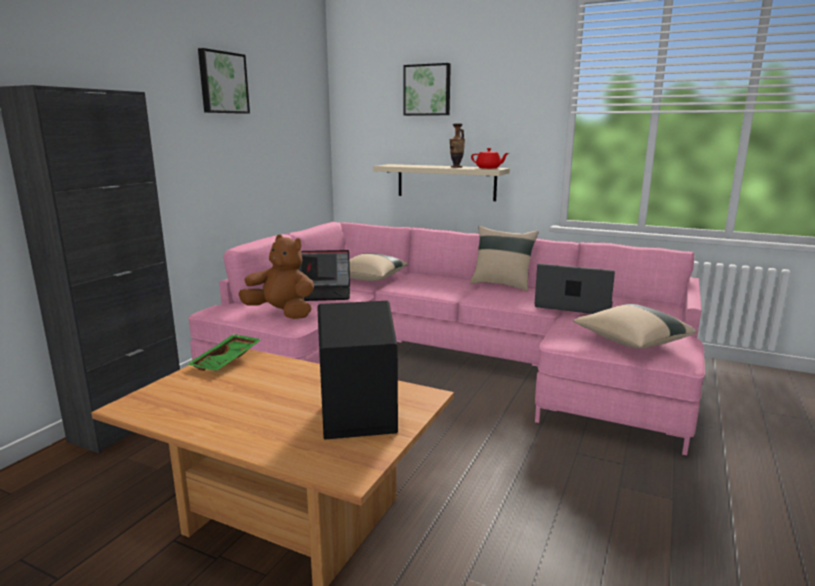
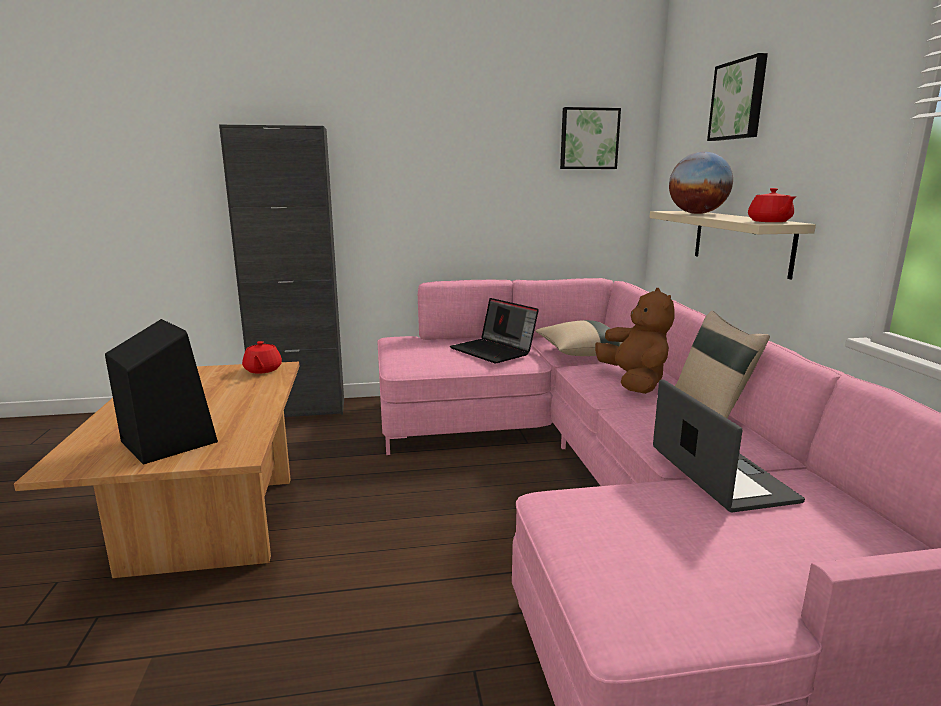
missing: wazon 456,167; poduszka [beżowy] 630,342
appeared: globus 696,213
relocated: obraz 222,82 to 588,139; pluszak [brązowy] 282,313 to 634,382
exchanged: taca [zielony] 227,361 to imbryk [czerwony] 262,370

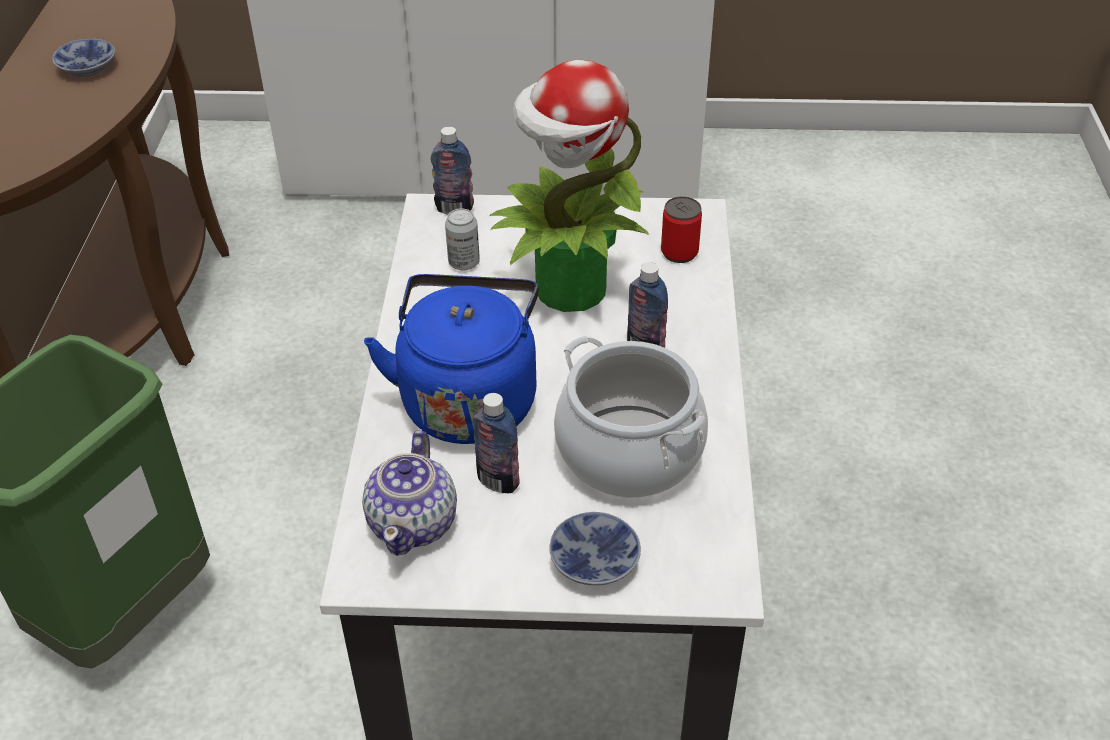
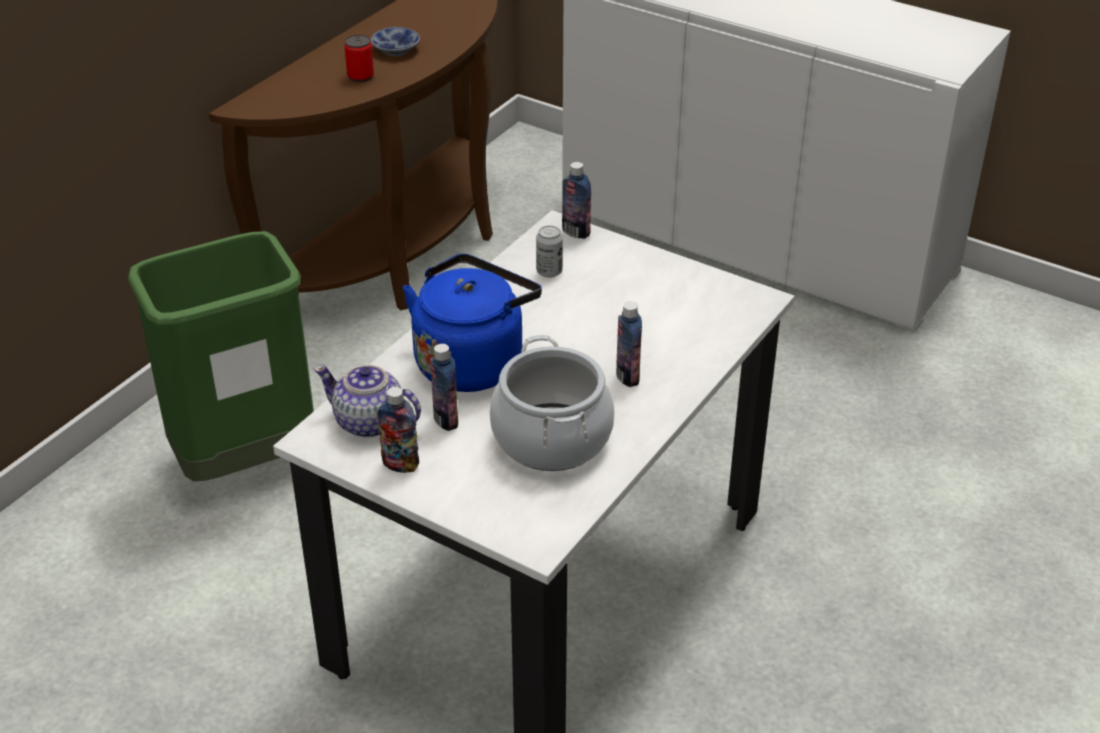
missing: roślina doniczkowa 568,290; miska 596,563
appeared: butelka 400,464
relocated: puszka 679,252 to 360,76
spun: imbryk 414,523 = 370,423 75 degrees clockwise

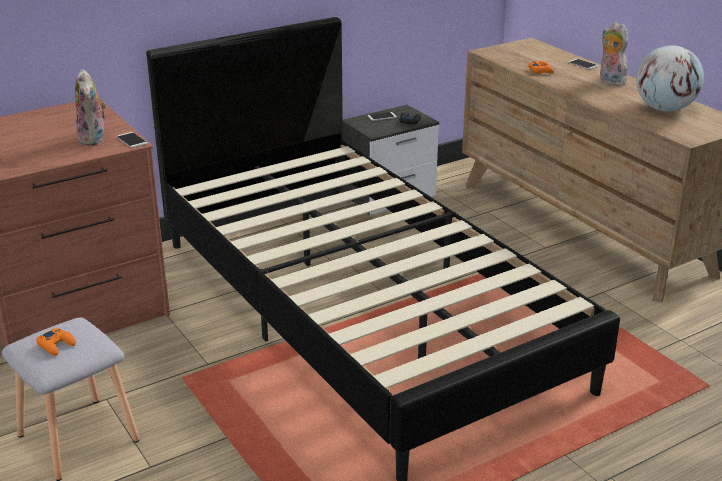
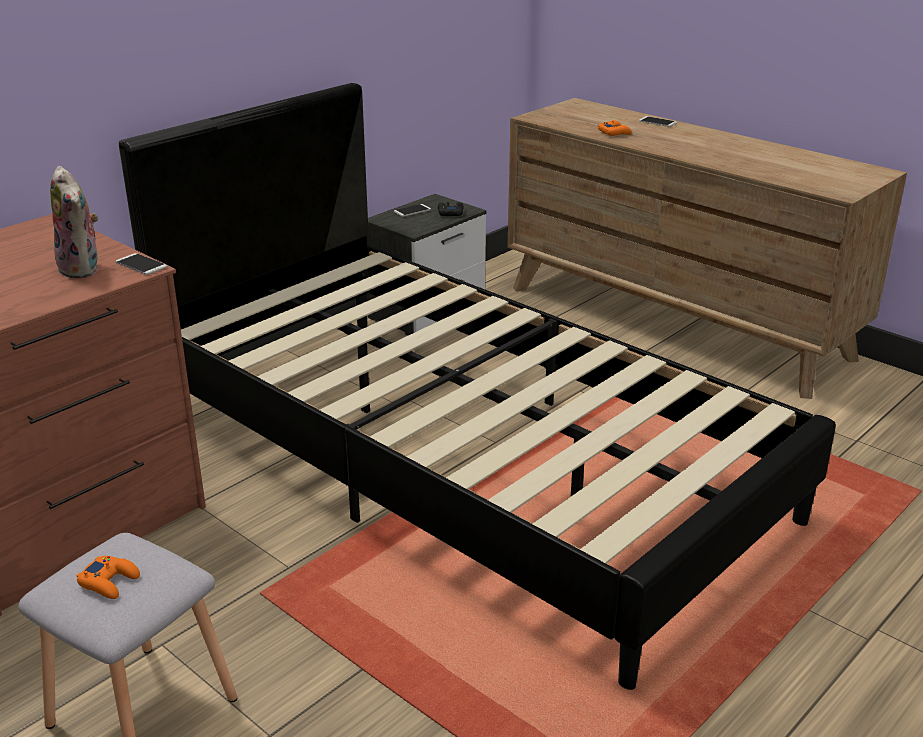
missing: pluszak 609,81; globus 664,109

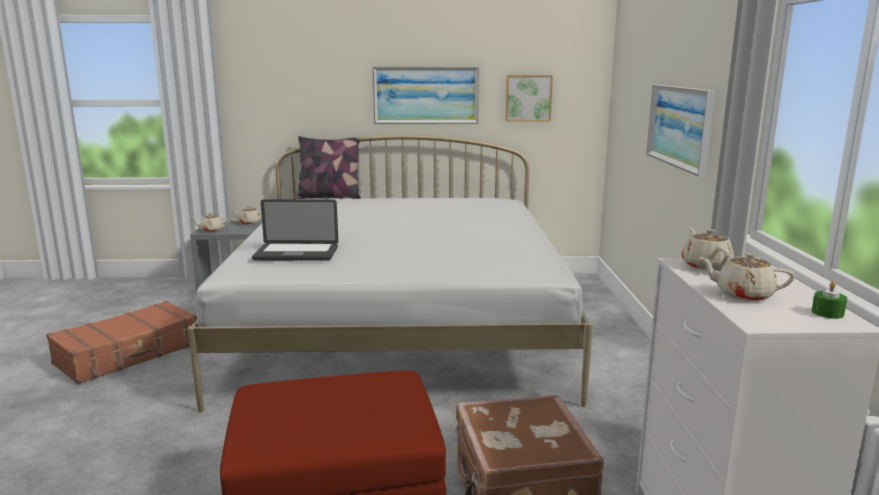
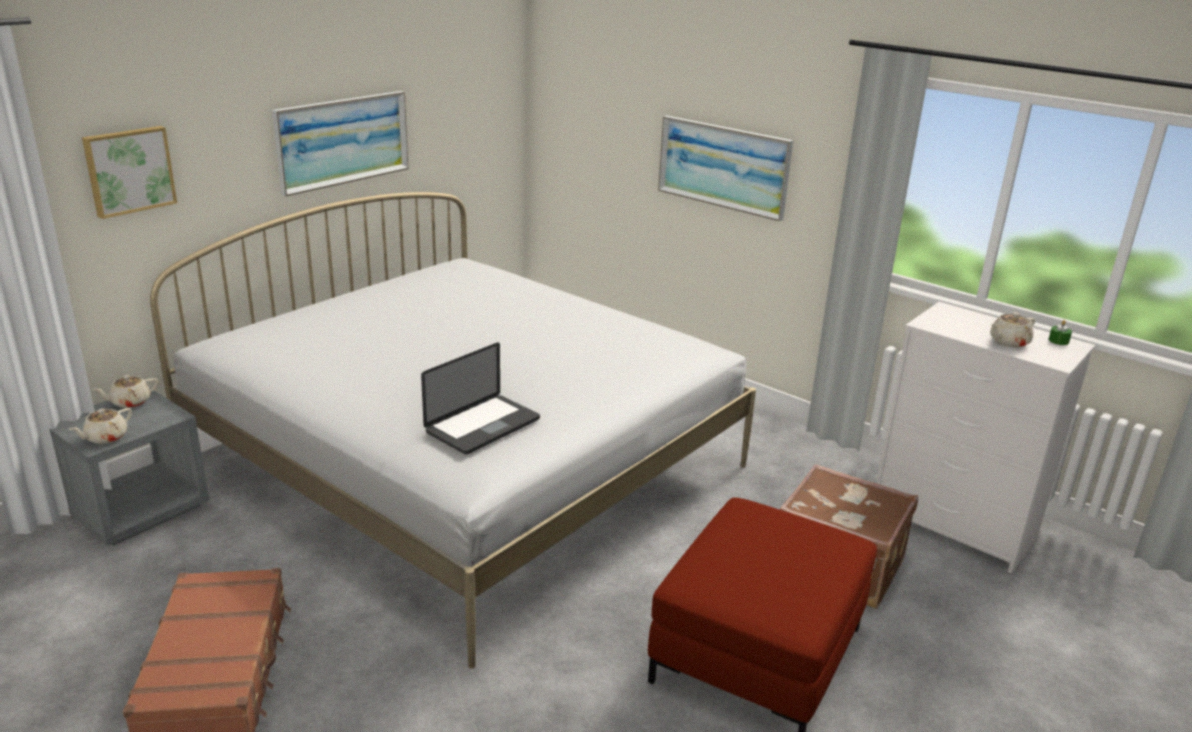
missing: poduszka 329,197; imbryk [beżowy] 705,265
relocated: obraz 528,98 to 129,170

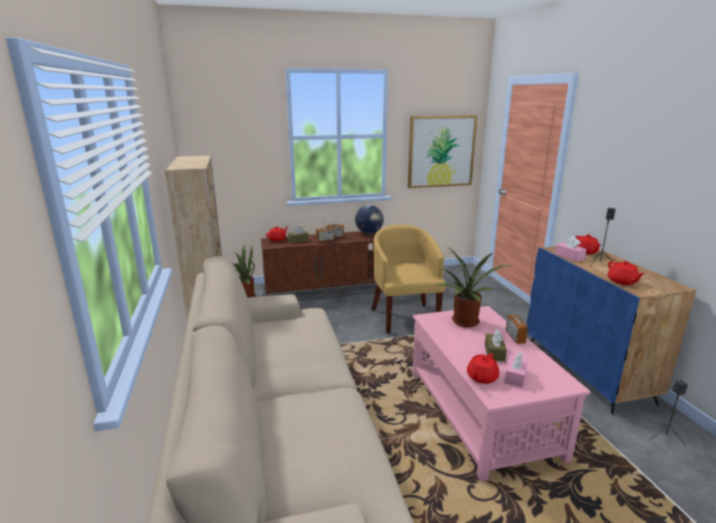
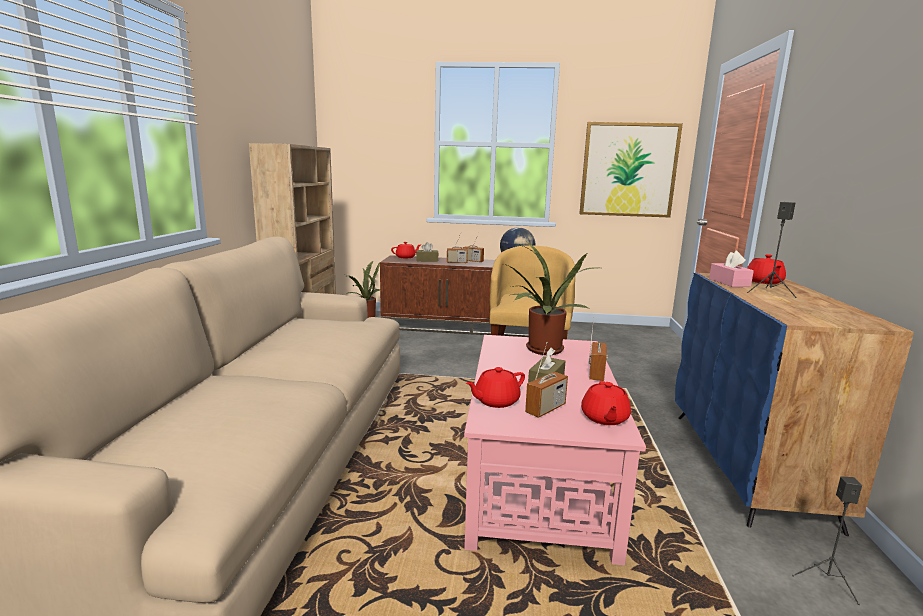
relocated: imbryk [czerwony] 622,281 to 604,418
exchanged: pudełko chusteczek [różowy] 515,376 to radio 545,409

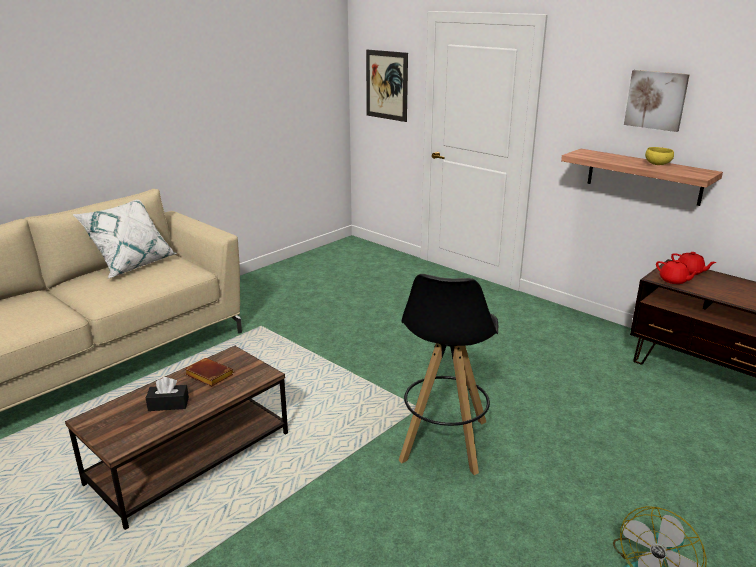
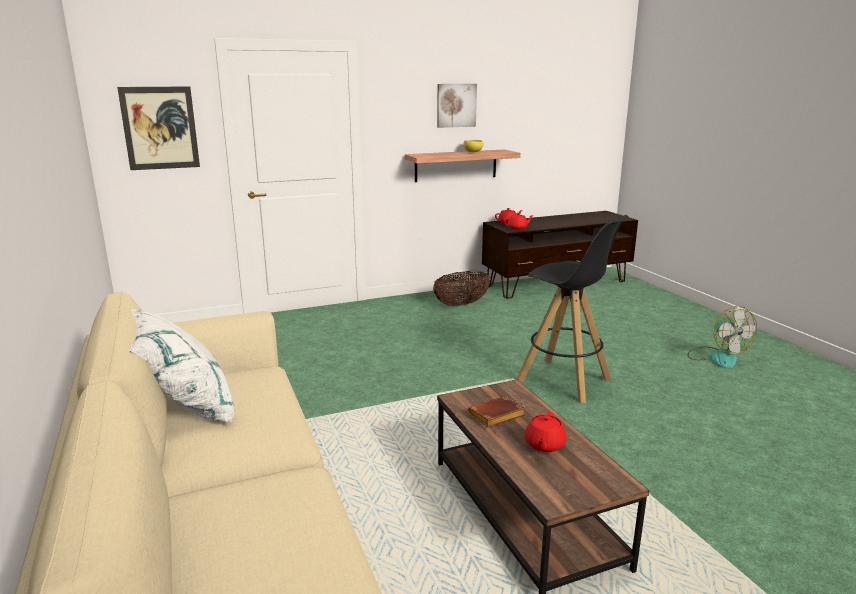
appeared: koszyk 461,304
exchanged: pudełko chusteczek [czarny] 168,404 to imbryk [czerwony] 544,445

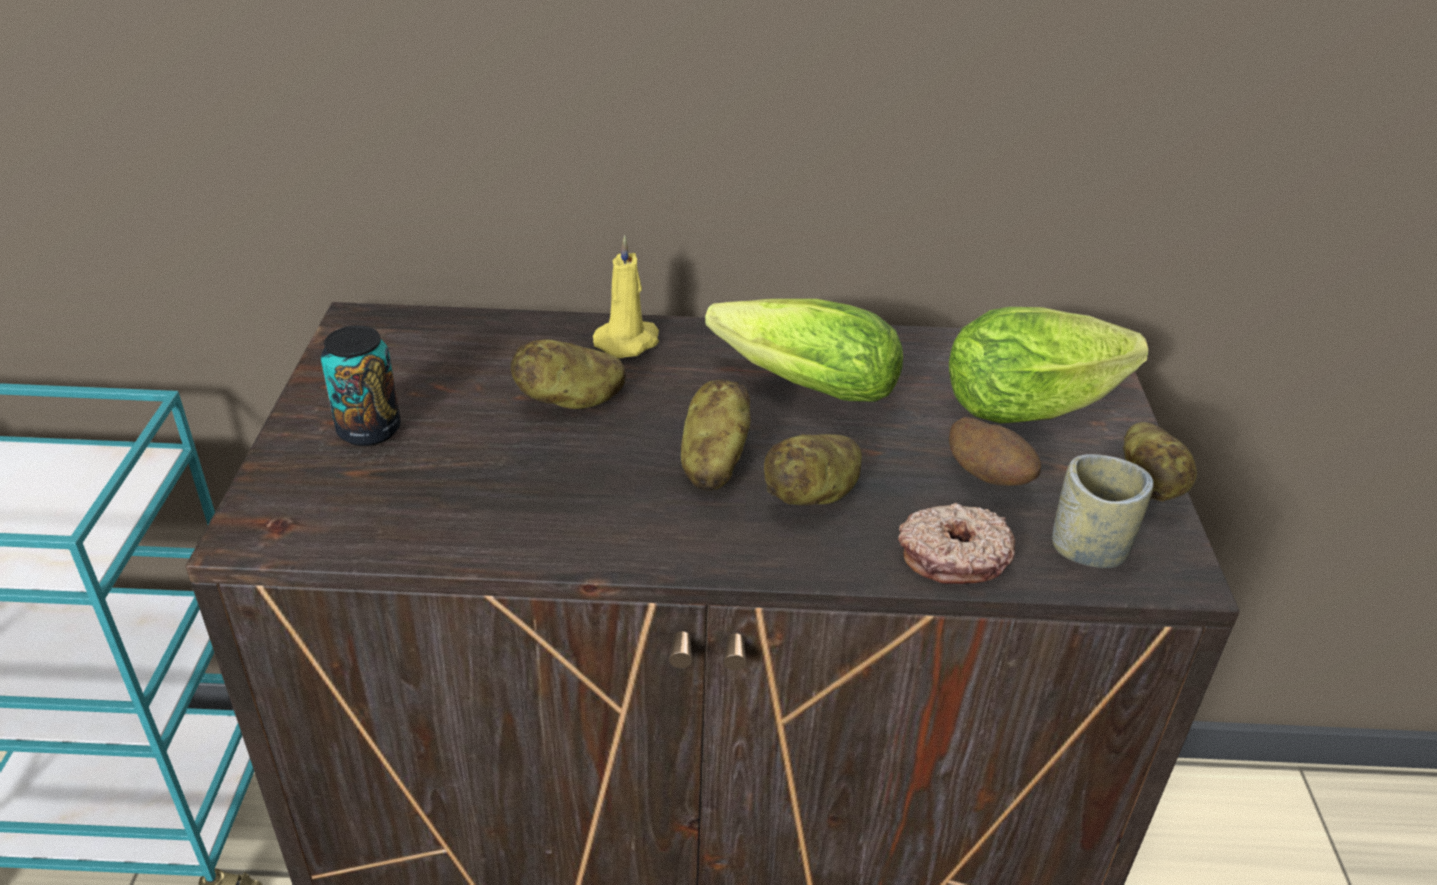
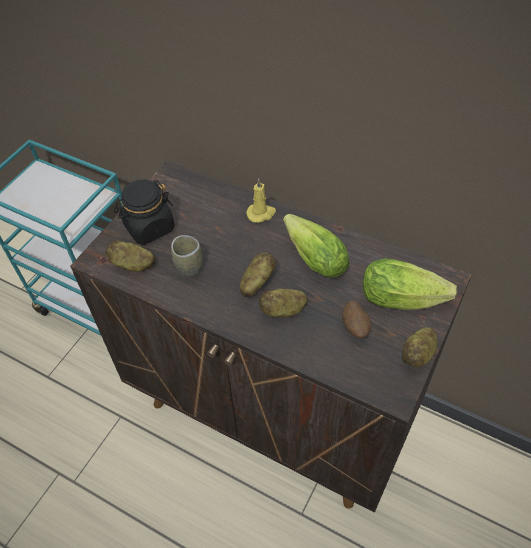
missing: donut 953,555
relocated: ziemniak 570,400 to 132,265; filiżanka 1088,549 to 189,267
exchanged: puszka 369,430 to słoik [czarny] 149,227

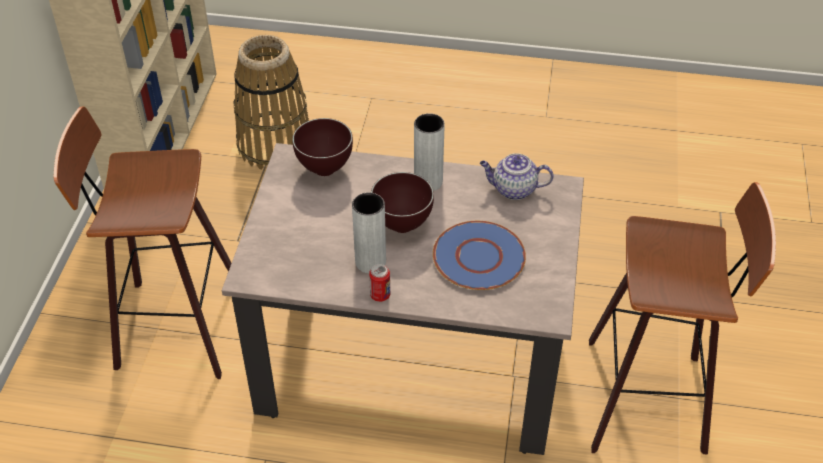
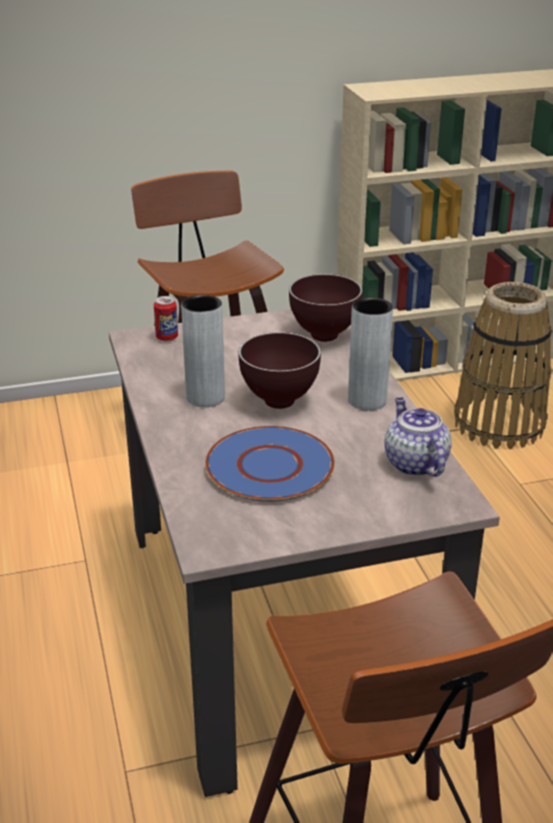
relocated: puszka 380,295 to 167,338

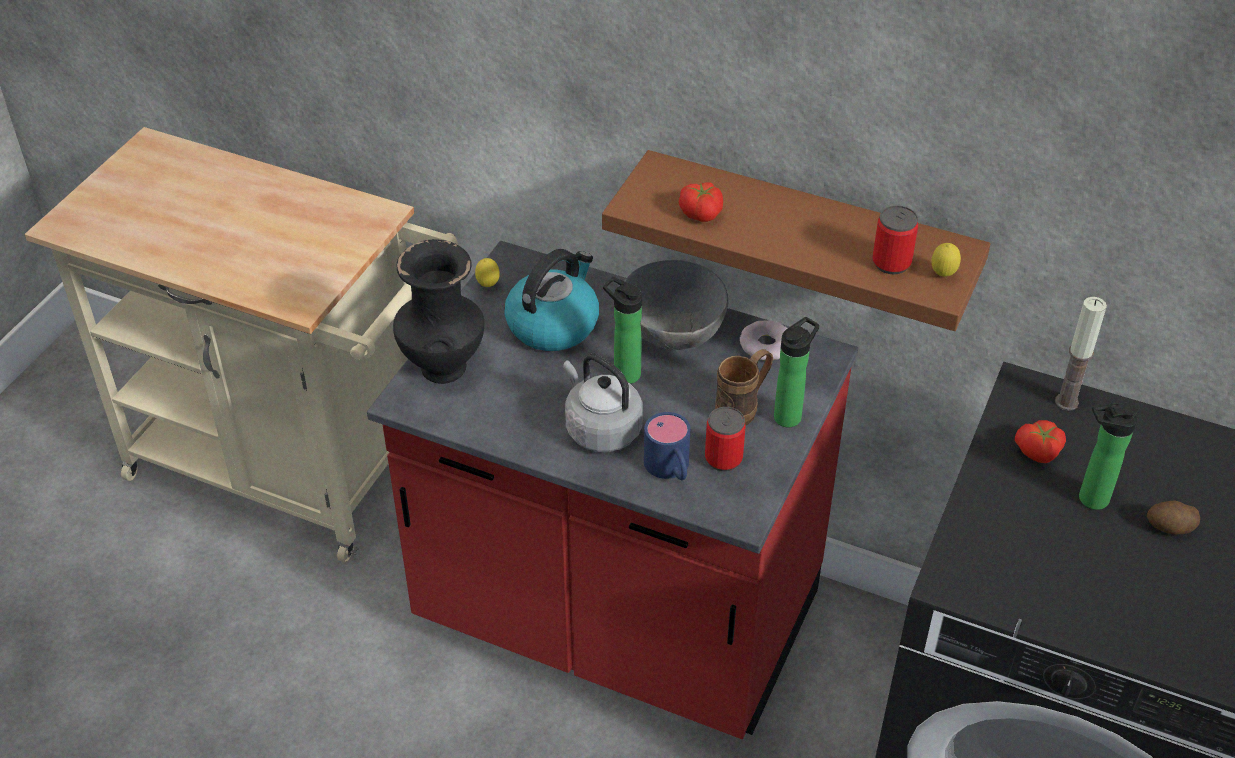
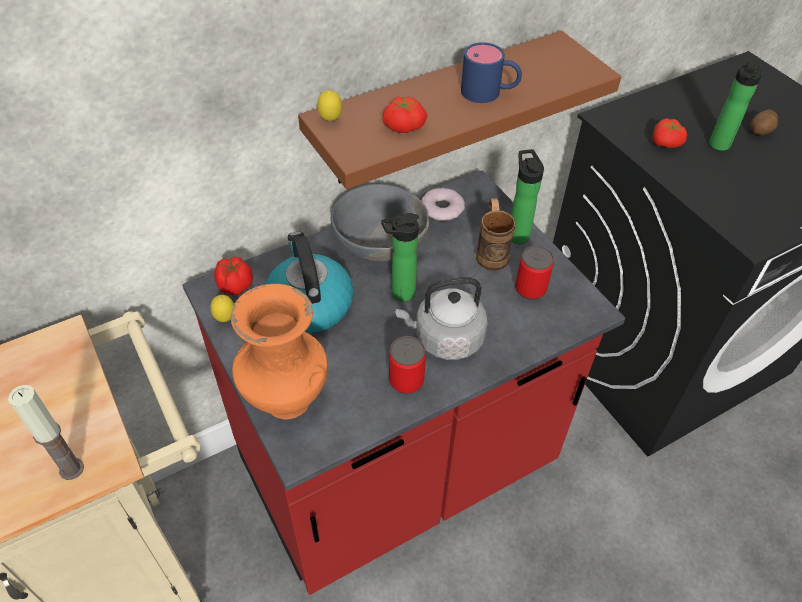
appeared: pomidor 234,285
relocated: świeca 1066,402 to 71,469; cytryna 943,275 to 330,120; puszka 891,263 to 406,380; kubek [niebieski] 670,469 to 489,92
colour: wazon [czarny] 442,366 to wazon [pomarańczowy] 285,399

